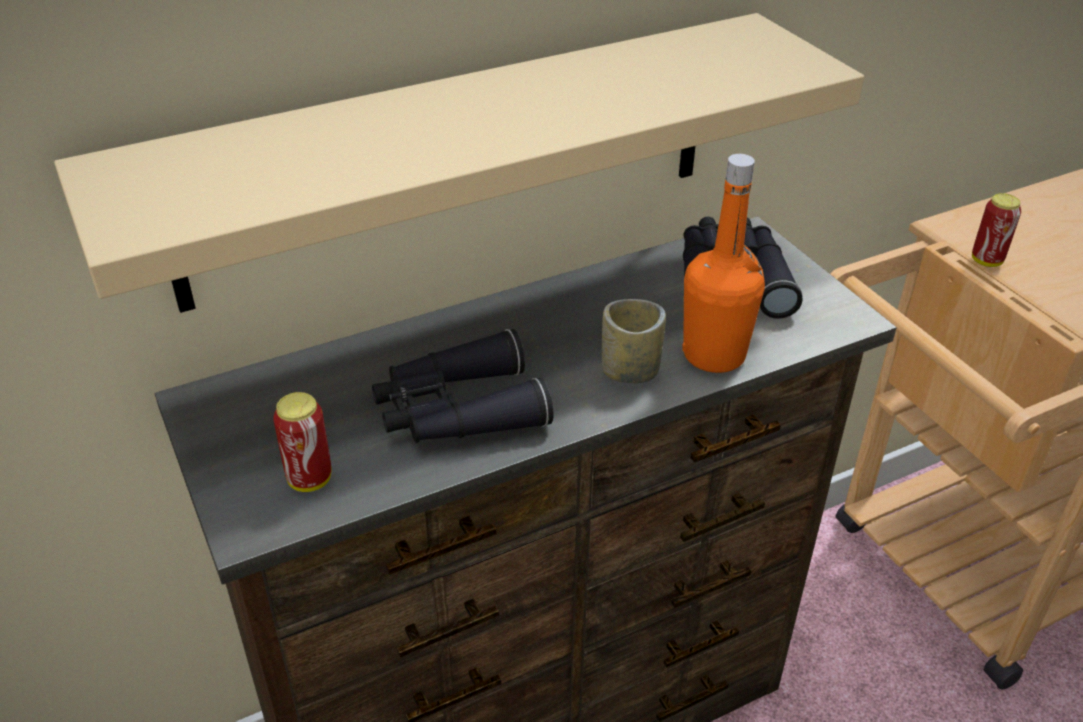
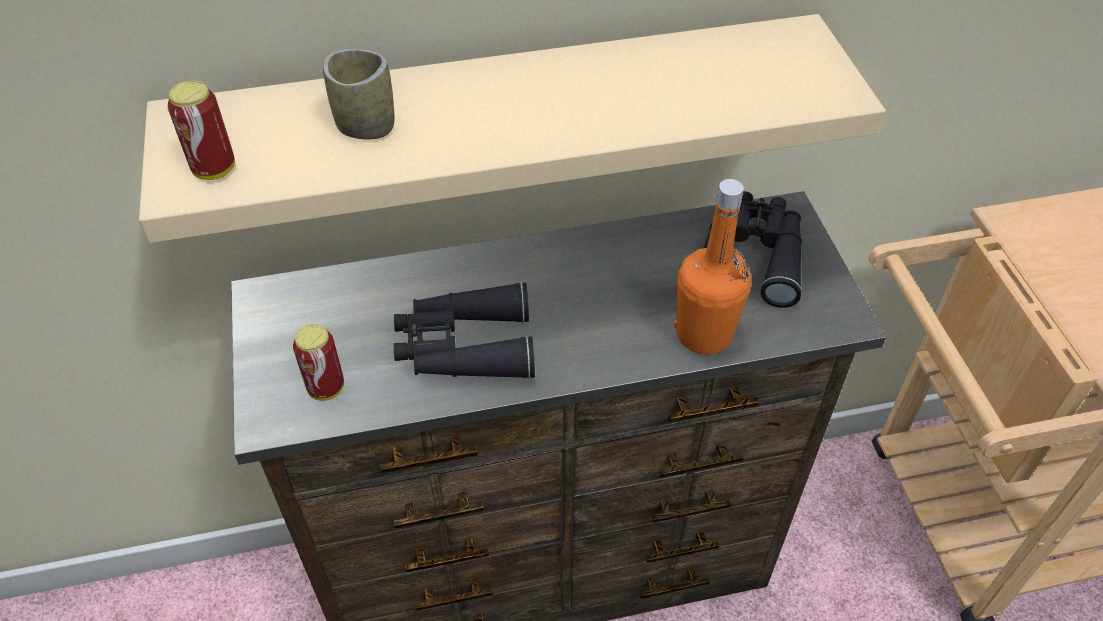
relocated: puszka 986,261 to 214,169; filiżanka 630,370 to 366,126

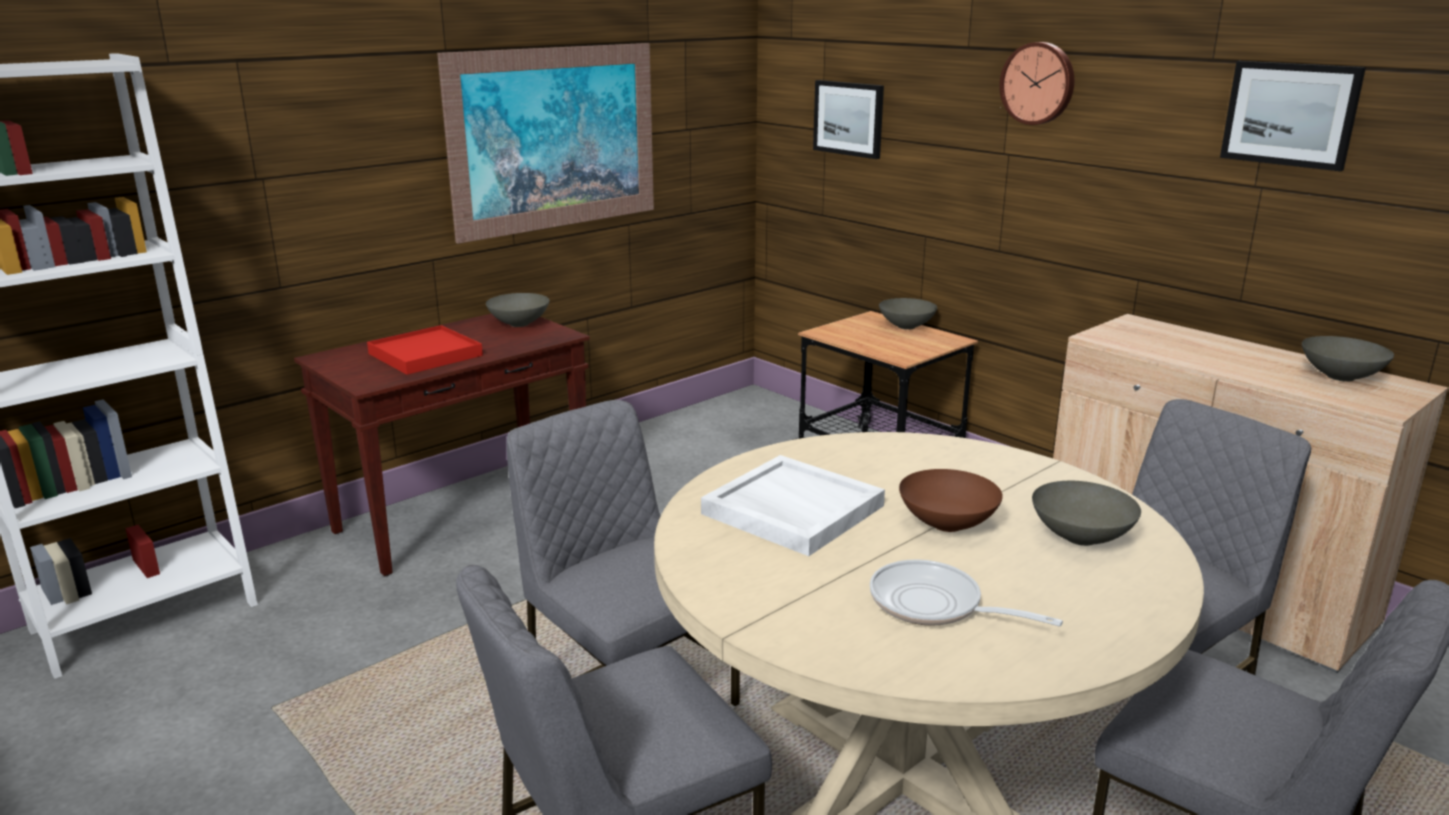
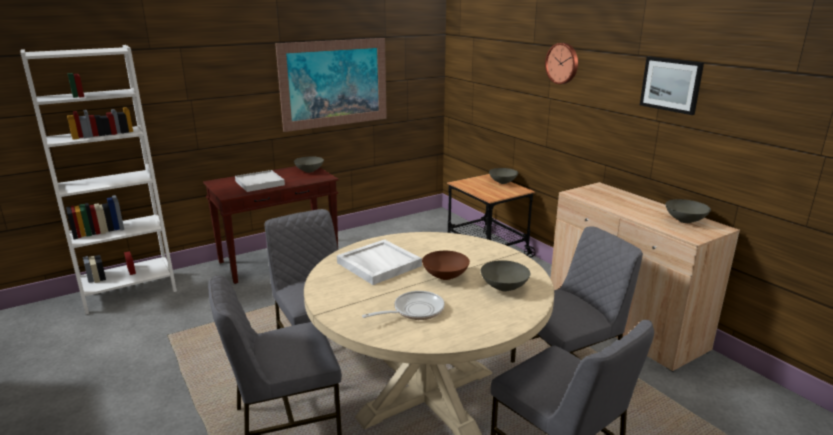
missing: obraz 849,118
colour: taca [czerwony] 425,354 to taca [biały] 260,183
spun: patelnia 934,605 = 414,311 105 degrees clockwise

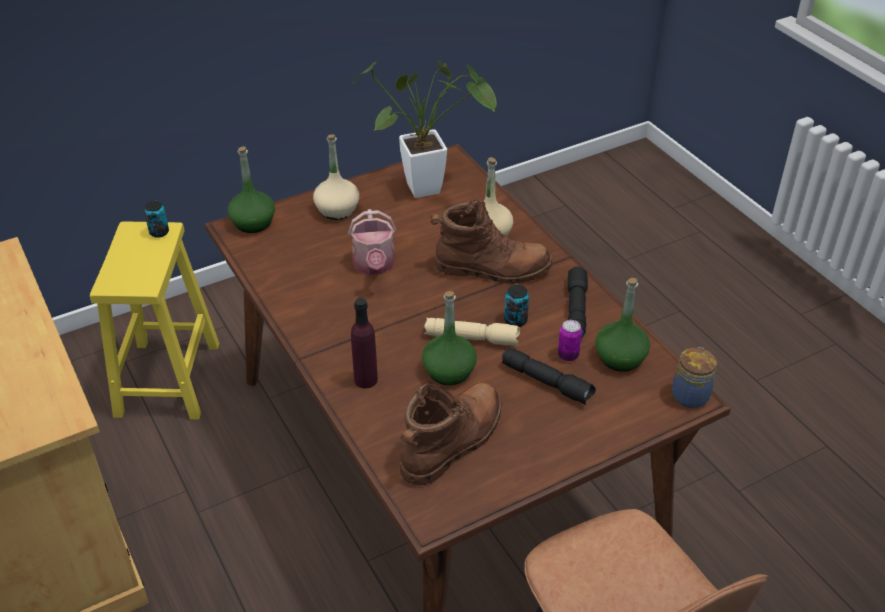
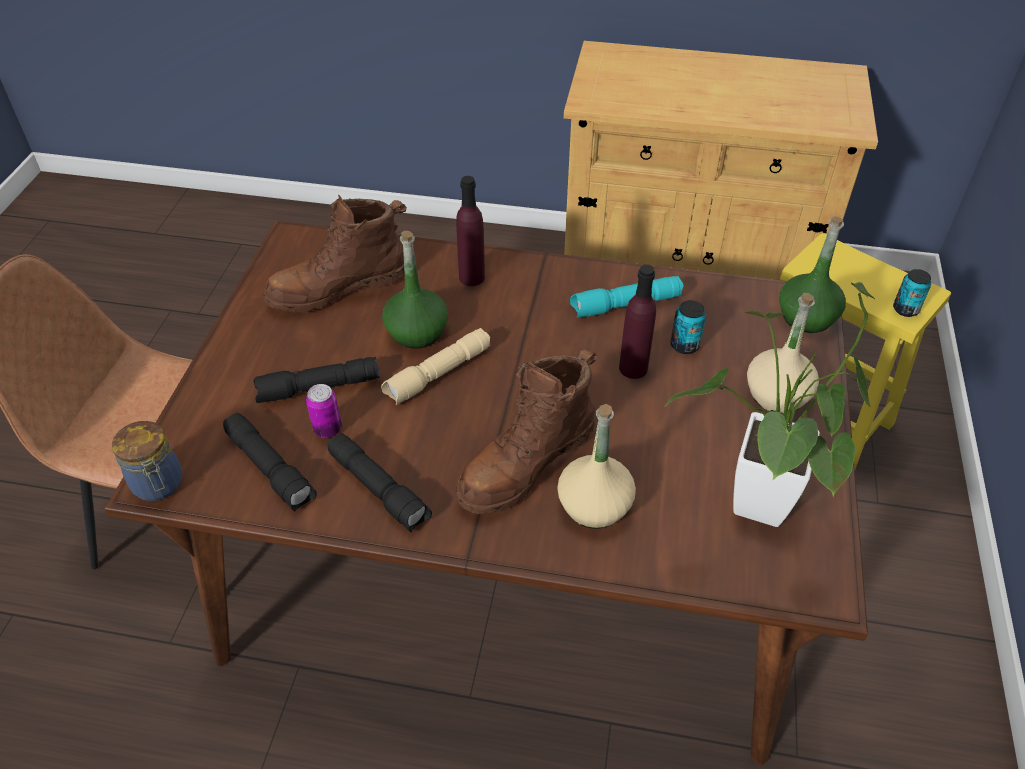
appeared: latarka [turkusowy] 625,306
relocated: puszka 515,320 to 684,345
exchanged: butelka [zielony] 620,358 to latarka [czarny] 271,468; konewka 374,266 to butelka [fioletowy] 633,368
spun: but z cholewką [brązowy] 452,442 = 339,287 75 degrees clockwise

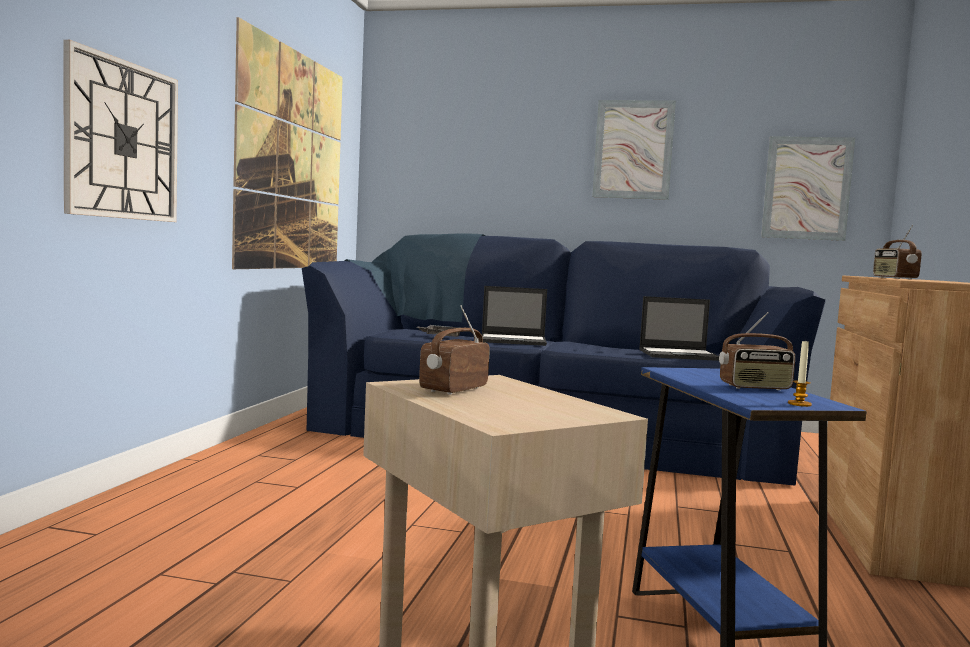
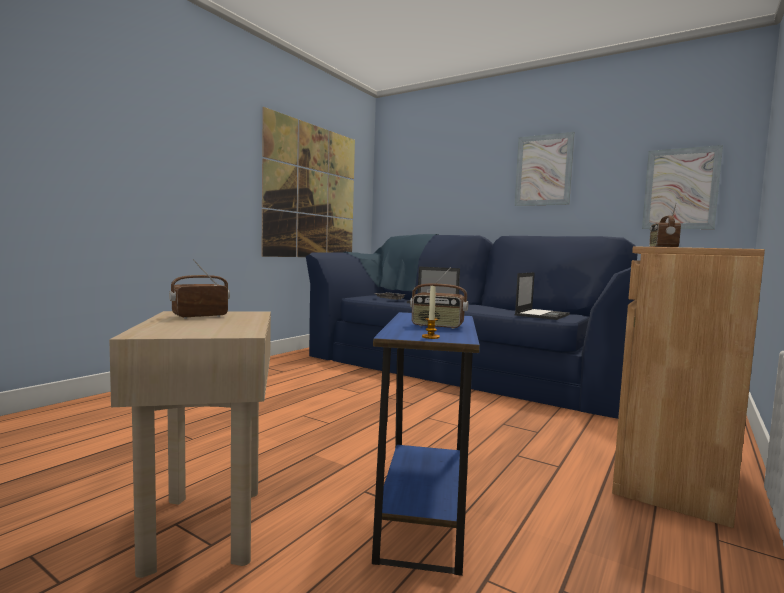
missing: zegar ścienny 123,140
spun: laptop 680,355 = 542,315 75 degrees counterclockwise

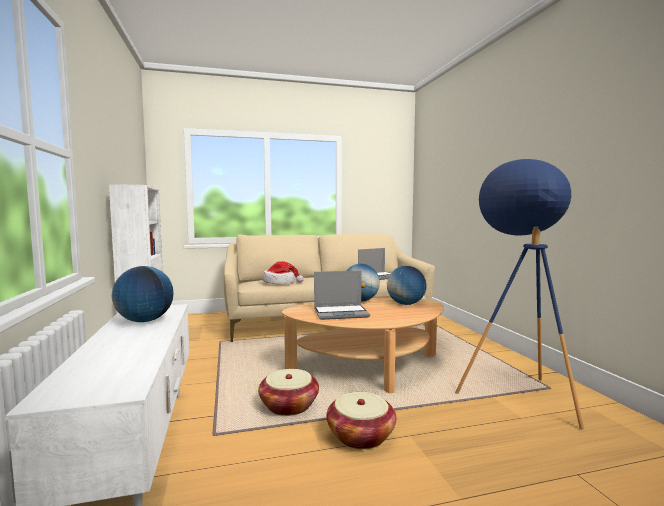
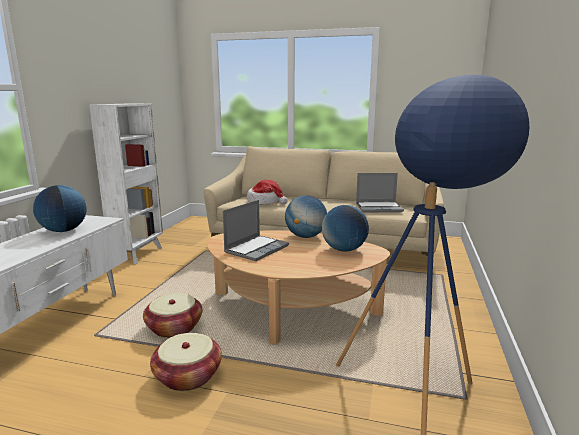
spun: laptop 341,313 = 256,249 75 degrees counterclockwise

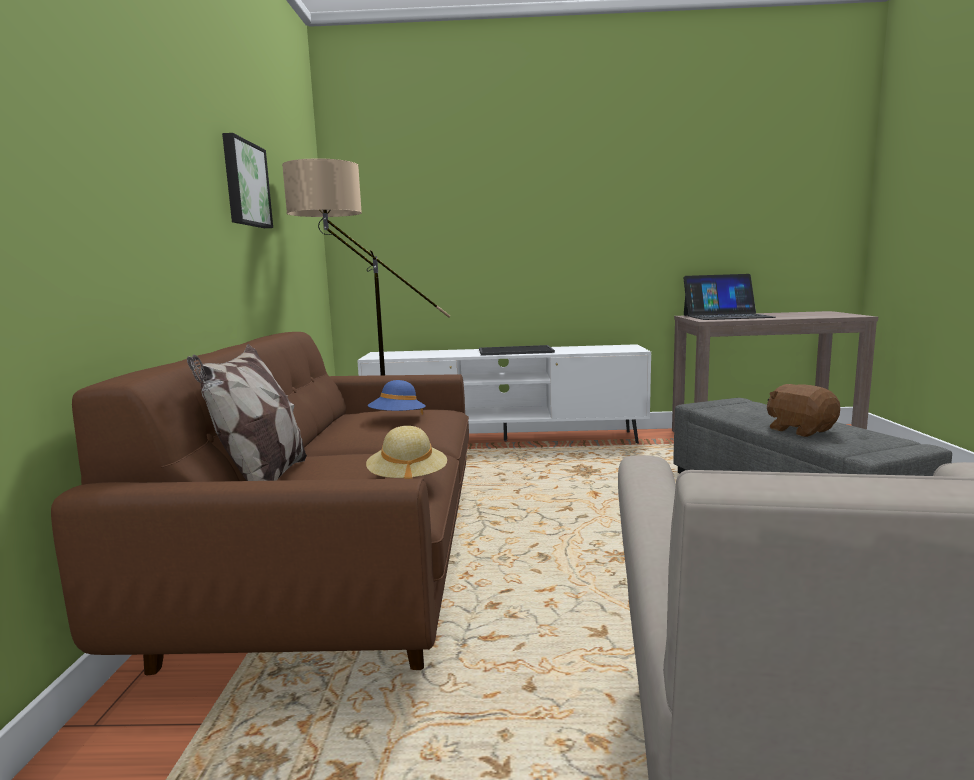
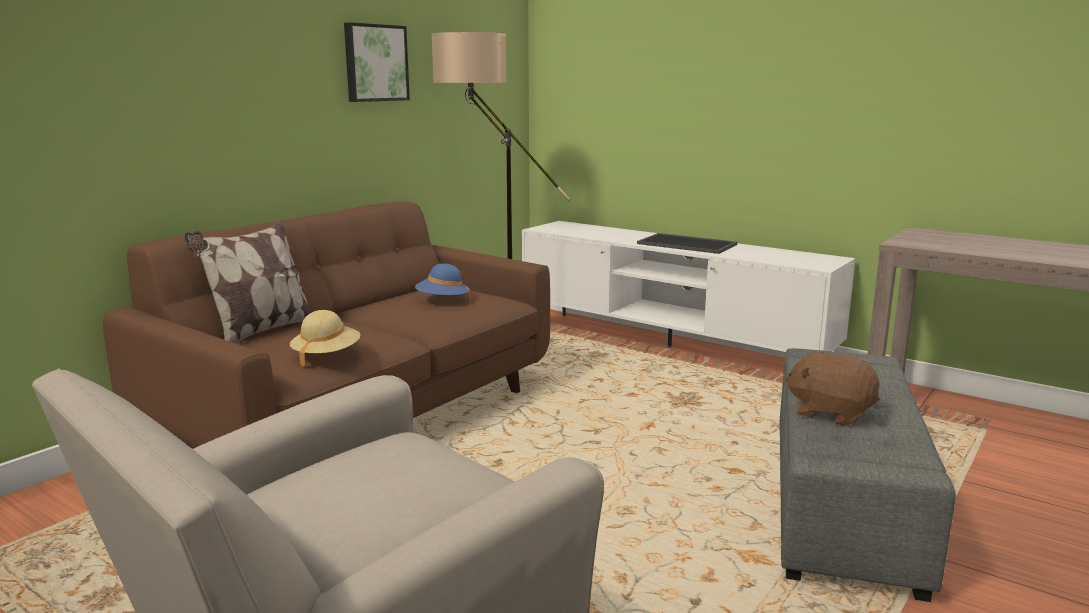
missing: laptop 726,316
spun: pluszak [brązowy] 800,430 = 830,413 60 degrees counterclockwise

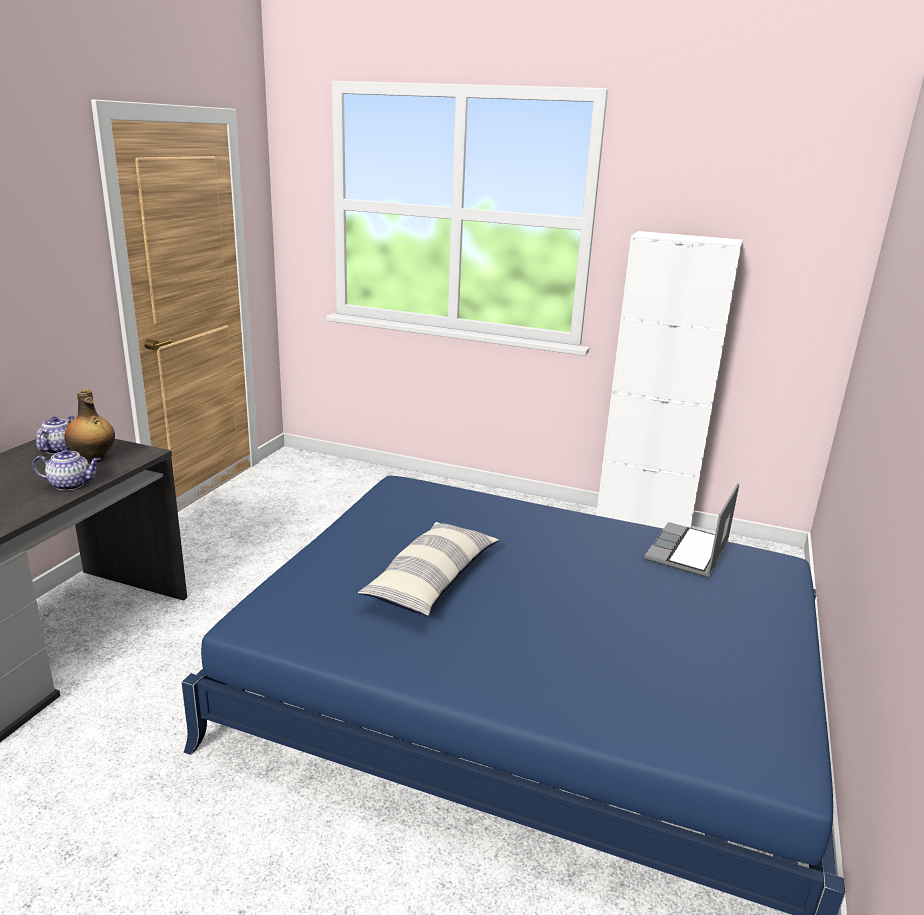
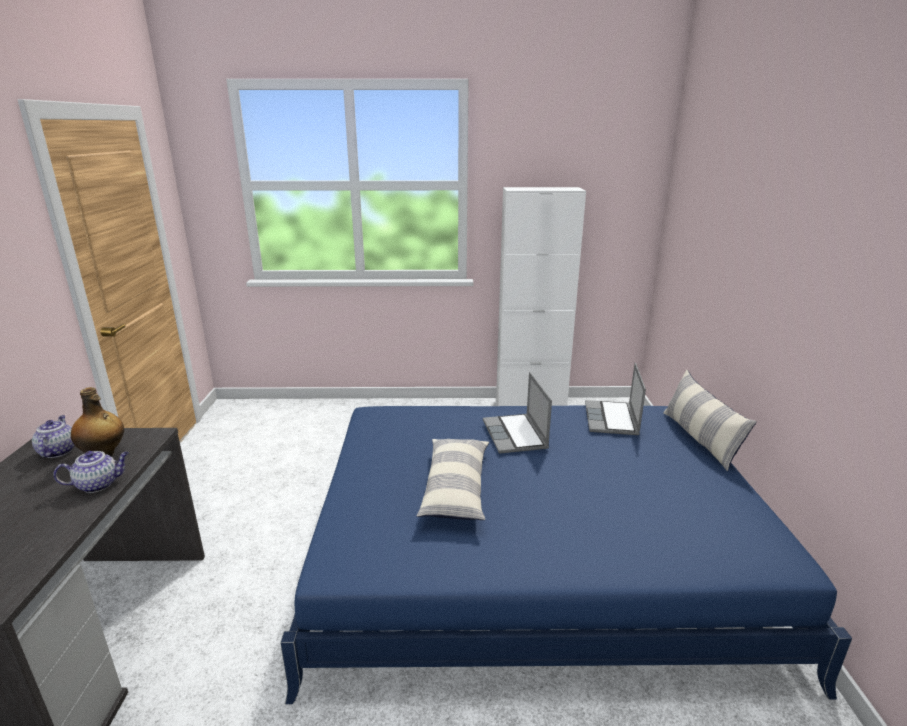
appeared: laptop 516,435; poduszka 699,439

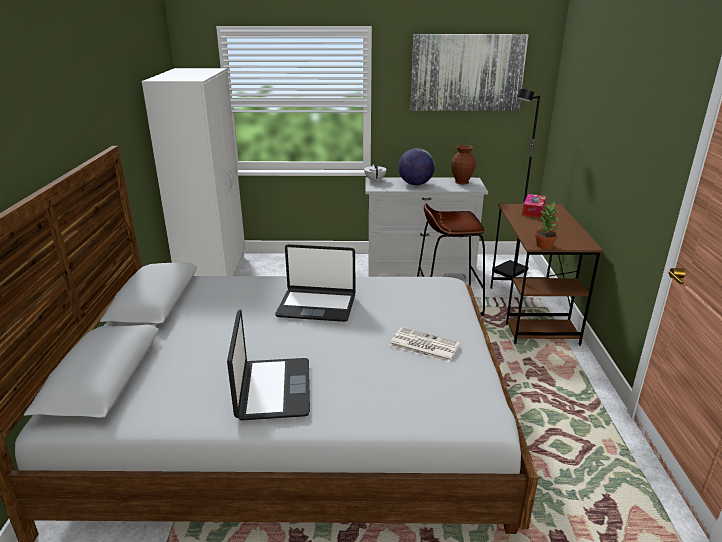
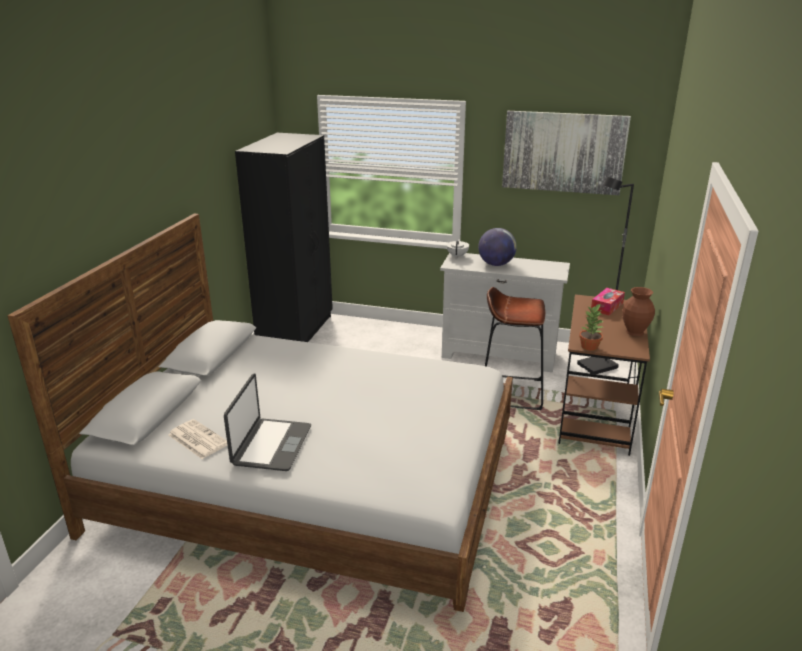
missing: laptop 316,306
relocated: gazeta 423,345 to 197,439; wazon [brązowy] 462,182 to 635,332
colour: szafa [biały] 214,273 to szafa [czarny] 297,331

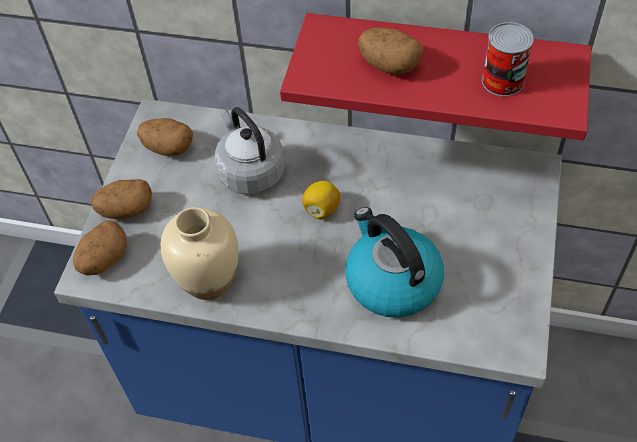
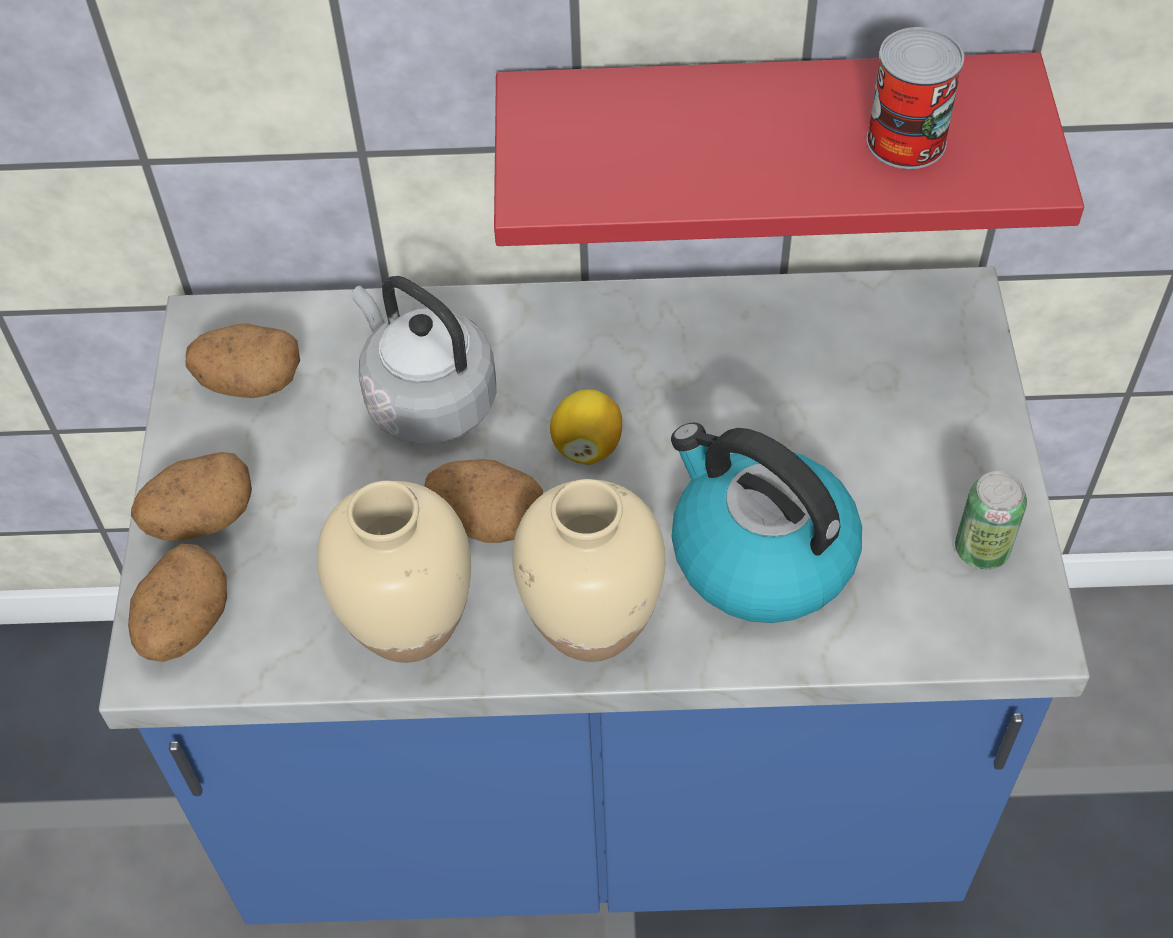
appeared: wazon [beżowy] 592,624; puszka 981,549
relocated: ziemniak 389,65 to 485,520

